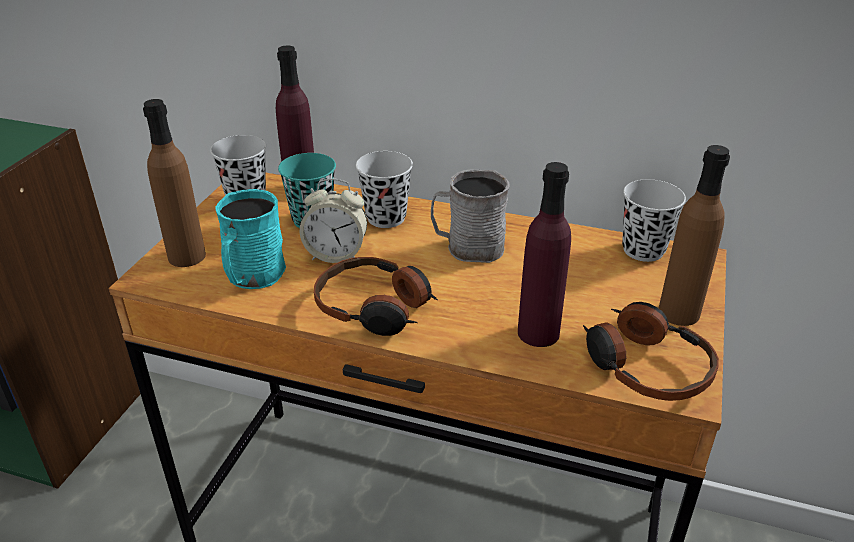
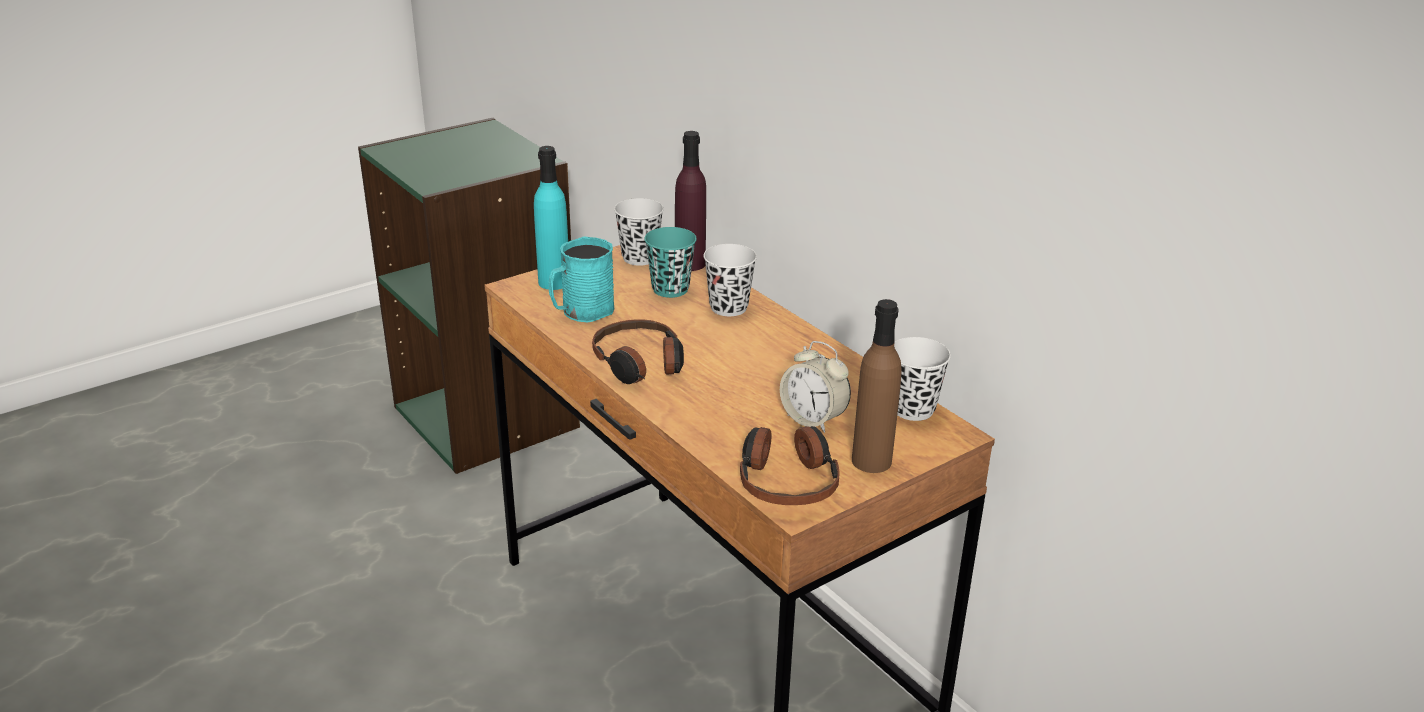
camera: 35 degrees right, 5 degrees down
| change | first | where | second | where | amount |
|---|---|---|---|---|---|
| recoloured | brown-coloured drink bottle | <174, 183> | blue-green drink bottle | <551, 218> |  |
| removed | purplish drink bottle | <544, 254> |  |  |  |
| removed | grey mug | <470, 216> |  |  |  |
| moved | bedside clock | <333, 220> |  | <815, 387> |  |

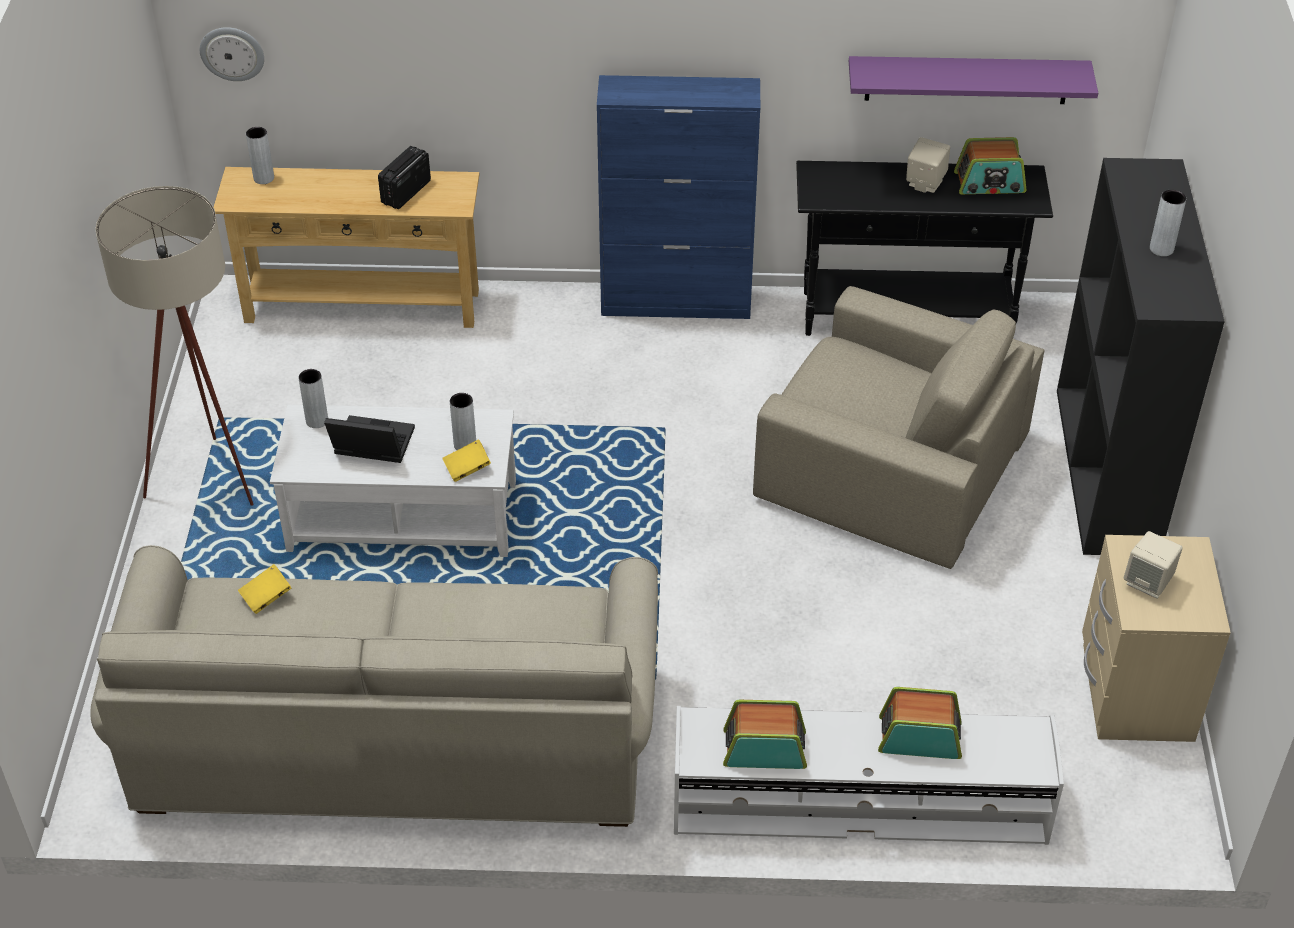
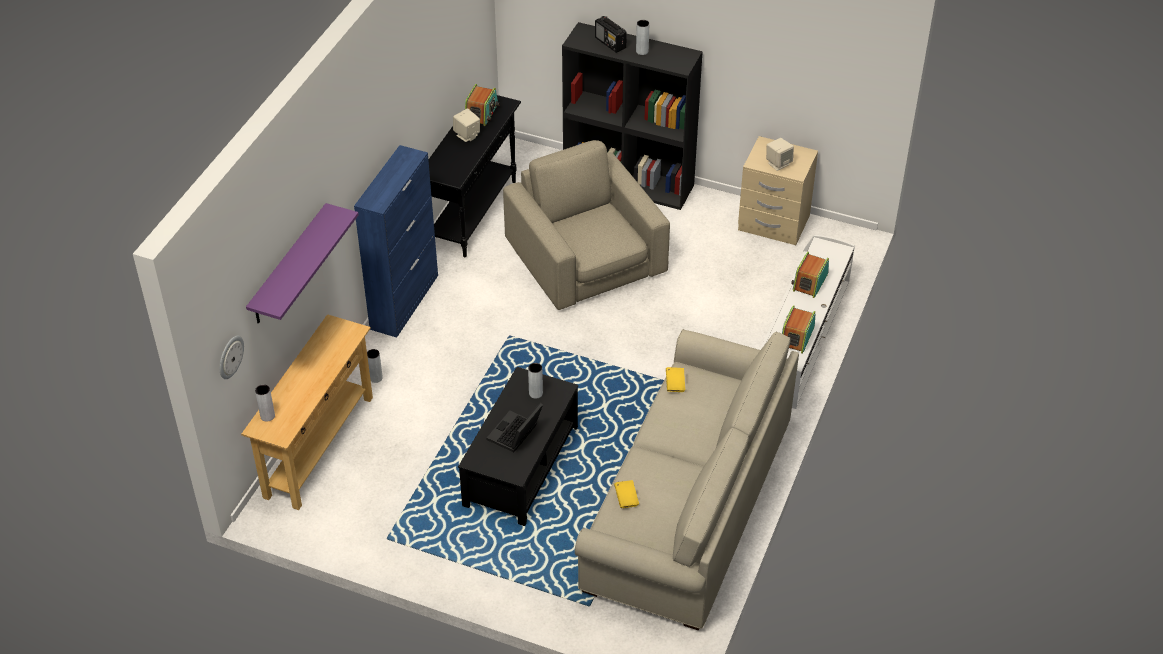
camera: 70 degrees left, 0 degrees up
| change | first | where | second | where | amount |
|---|---|---|---|---|---|
| moved | purplish shelf | <973, 80> |  | <302, 263> |  |
| moved | radio | <404, 177> |  | <611, 34> |  |
| removed | beige-coloured standard lamp | <174, 346> |  |  |  |
| turned | beige-coloured armchair | <898, 427> |  | <586, 225> | 75 degrees counterclockwise |
| moved | grey flower vase | <313, 398> |  | <375, 366> |  |
| recoloured | white-coloured low table | <393, 481> | black-coloured low table | <518, 446> |  |
| moved | yellow bound book | <467, 460> |  | <675, 379> |  |

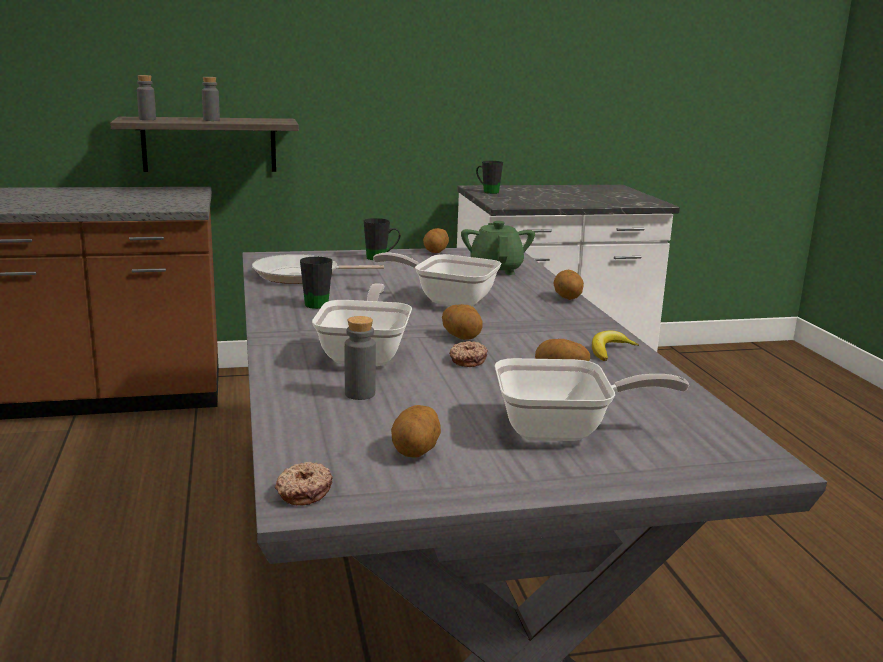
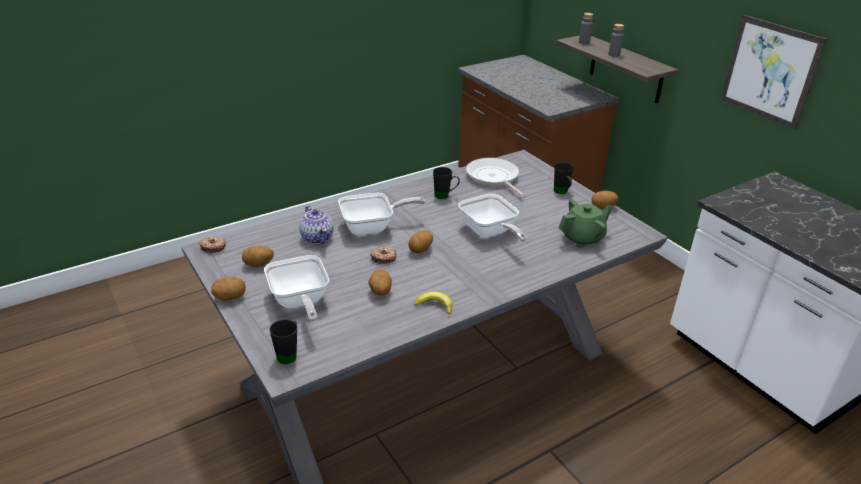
camera: 70 degrees right, 15 degrees up
| change | first | where | second | where | amount |
|---|---|---|---|---|---|
| moved | black-coloured mug | <489, 177> |  | <283, 341> |  |
| turned | pan | <437, 279> |  | <492, 217> | 150 degrees clockwise |
| moved | spud | <569, 285> |  | <228, 288> |  |
| replaced | grey drink bottle | <360, 358> | pot for tea | <316, 225> |  |
| added |  |  | picture | <773, 72> |  |

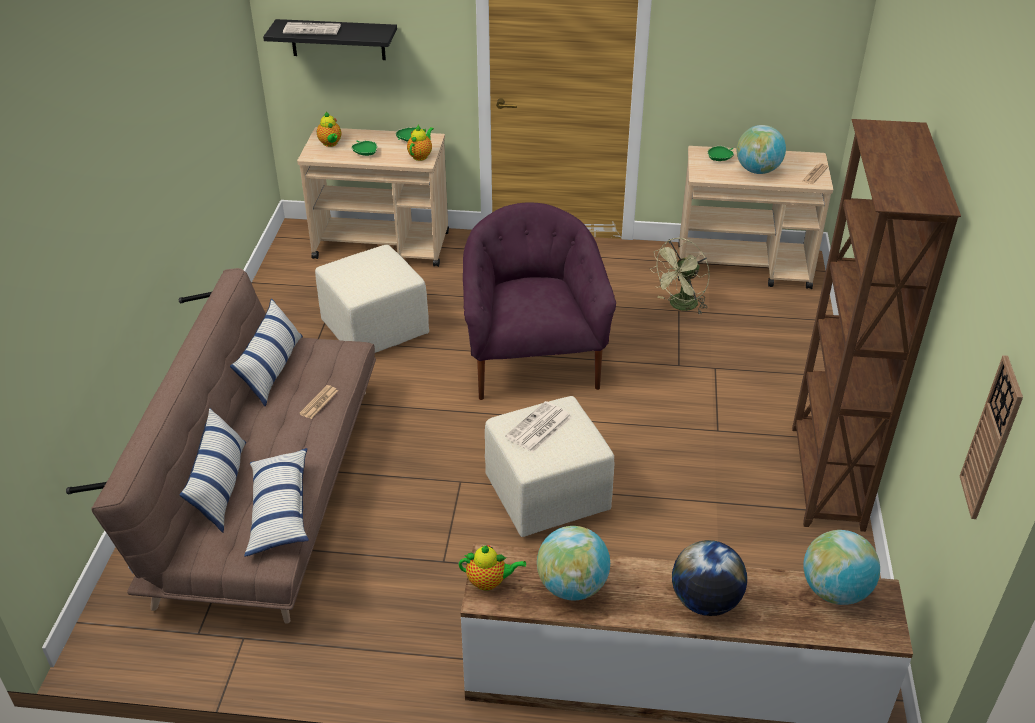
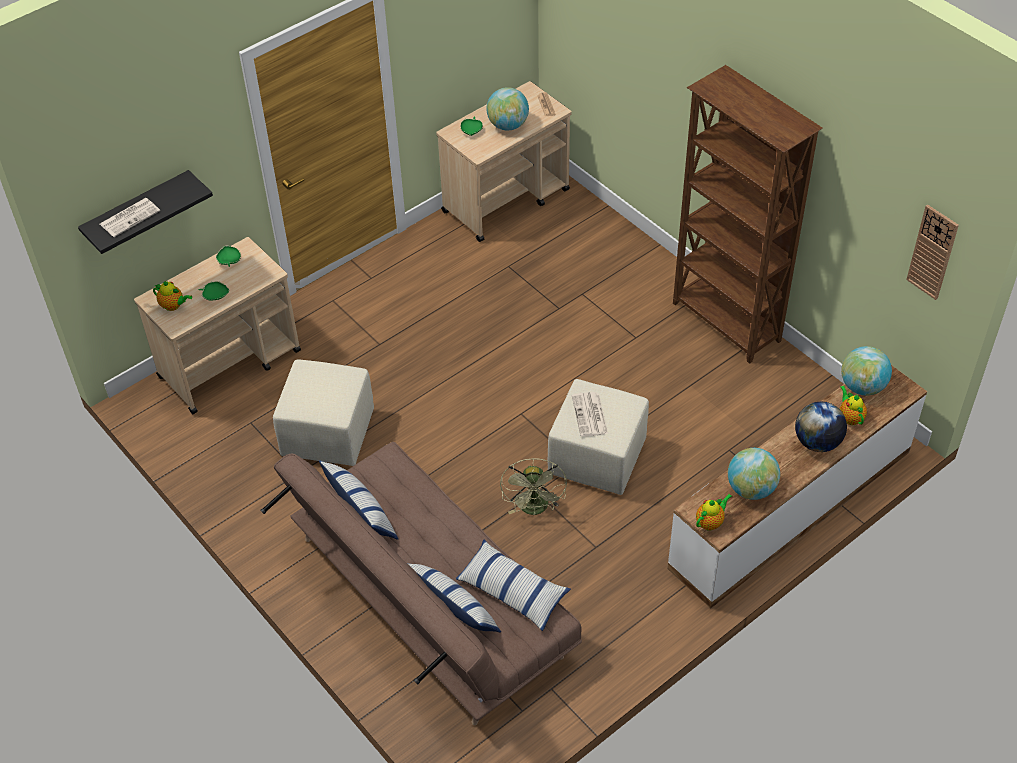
camera: 45 degrees left, 10 degrees up
| change | first | where | second | where | amount |
|---|---|---|---|---|---|
| moved | pot for tea | <420, 143> |  | <853, 405> |  |
| removed | purplish armchair | <539, 301> |  |  |  |
| moved | green electric fan | <680, 276> |  | <533, 487> |  |
| removed | newspaper | <318, 402> |  |  |  |

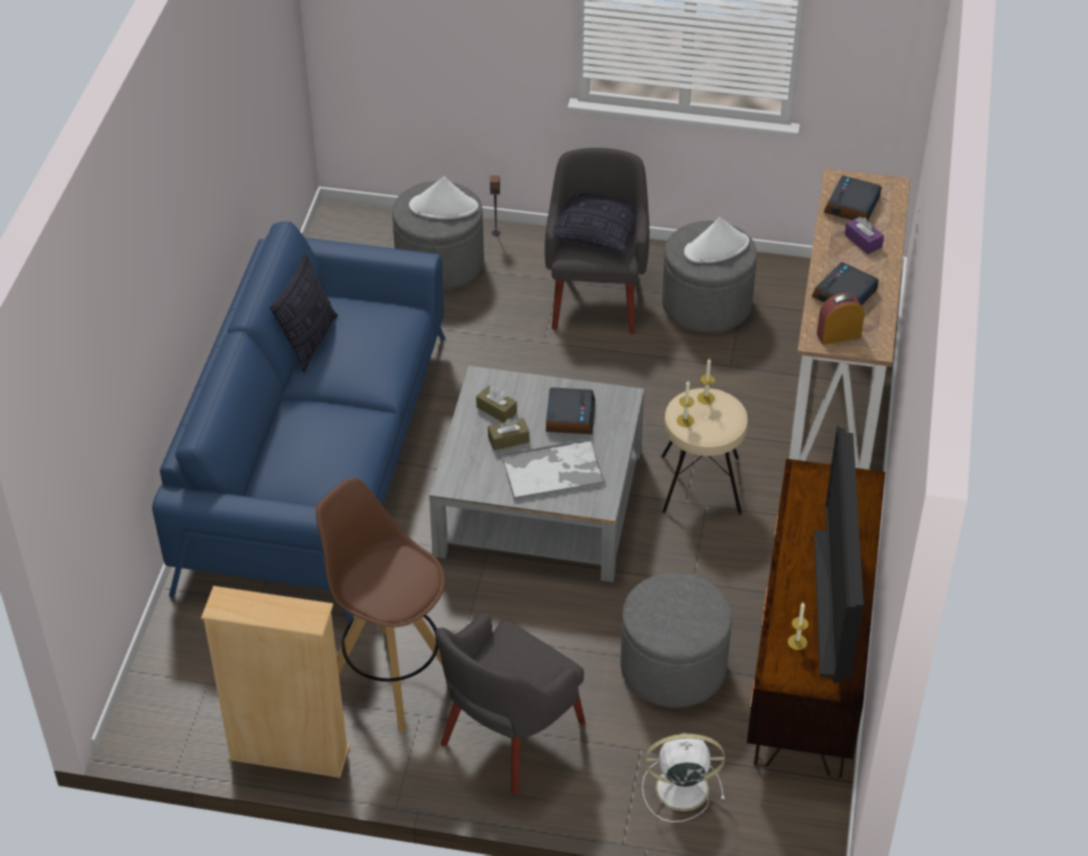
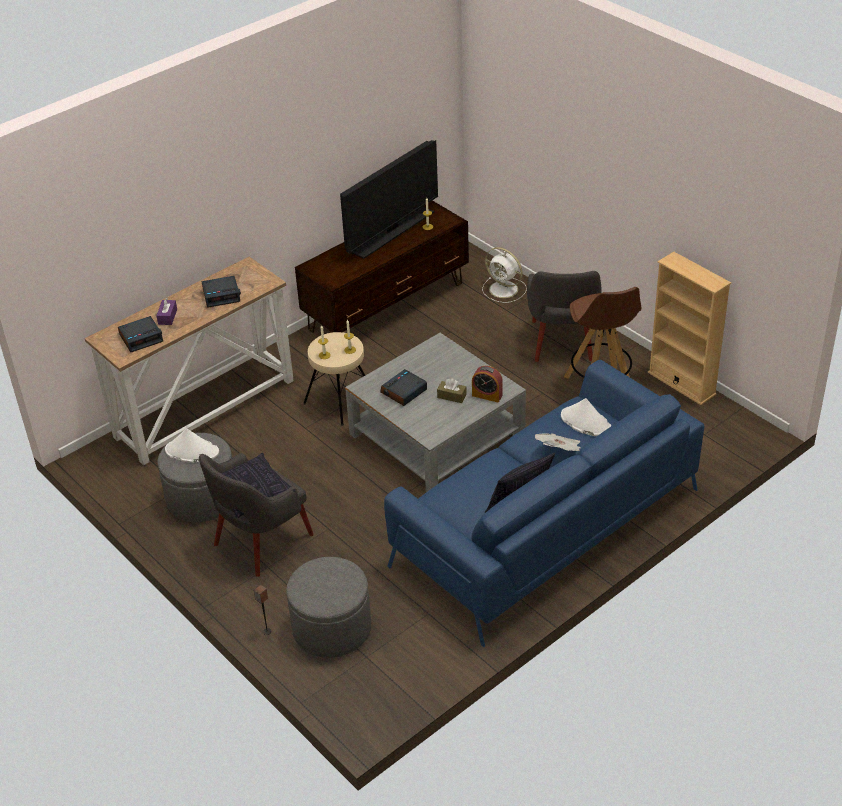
camera: 140 degrees left, 5 degrees down
| change | first | where | second | where | amount |
|---|---|---|---|---|---|
| moved | white-coloured hat | <443, 197> |  | <586, 417> |  |
| moved | bedside clock | <840, 319> |  | <487, 384> |  |
| removed | brown-coloured tissue holder | <496, 404> |  |  |  |
| removed | carrying tray | <553, 469> |  |  |  |
| removed | grey ottoman | <676, 640> |  |  |  |
| turned | grey armchair | <510, 704> |  | <564, 316> | 105 degrees clockwise |
| added |  |  | newspaper | <558, 442> |  |

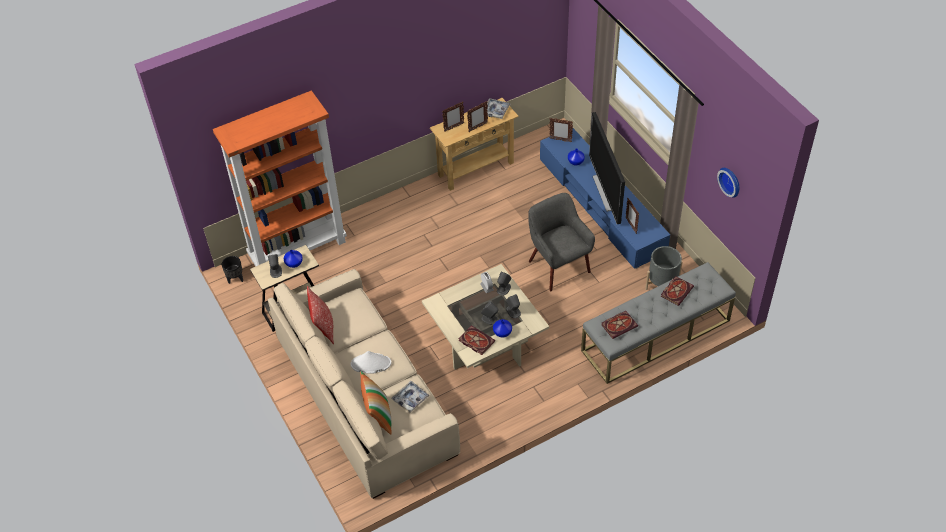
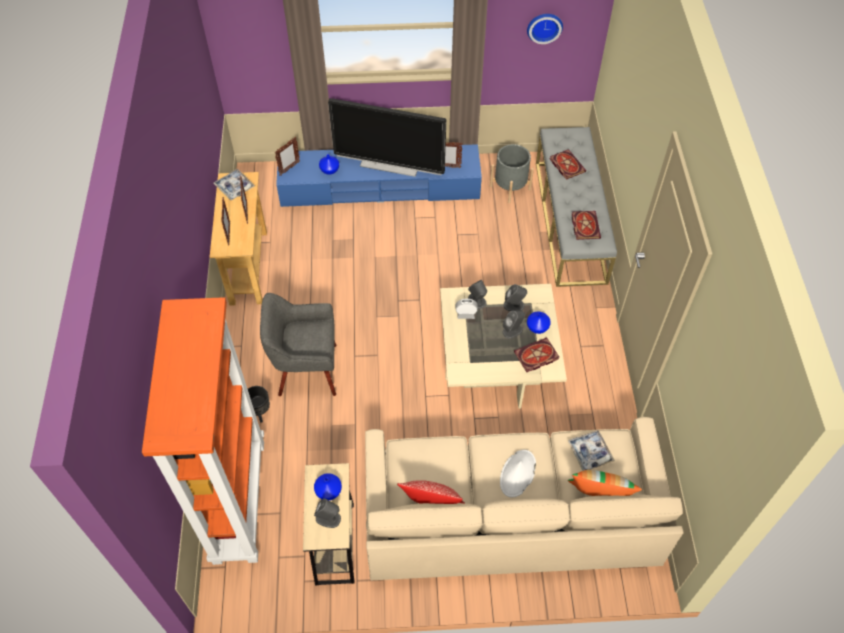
camera: 65 degrees left, 5 degrees up
| change | first | where | second | where | amount |
|---|---|---|---|---|---|
| moved | grey armchair | <561, 242> |  | <298, 344> |  |
| moved | black-coloured plant pot | <232, 270> |  | <259, 404> |  |

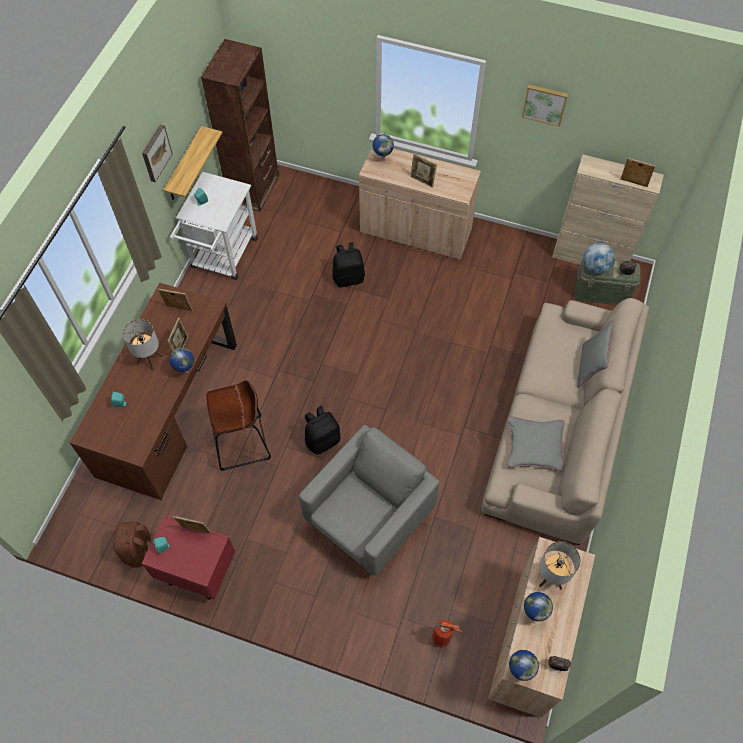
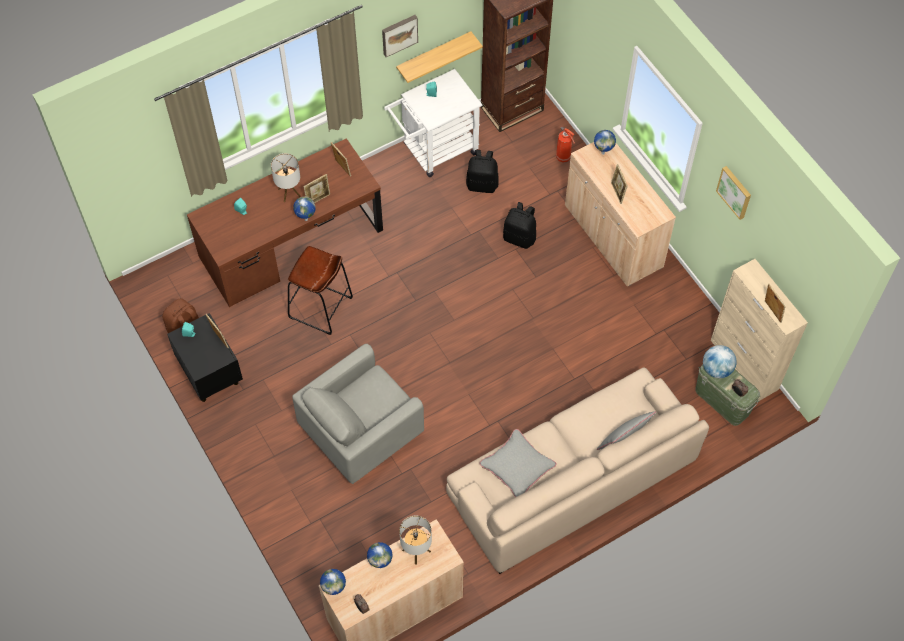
camera: 40 degrees right, 0 degrees up
| change | first | where | second | where | amount |
|---|---|---|---|---|---|
| moved | black-coloured backpack | <323, 430> |  | <482, 171> |  |
| turned | grey armchair | <369, 500> |  | <358, 414> | 150 degrees clockwise |
| recoloured | reddish bedside table | <188, 557> | black-coloured bedside table | <205, 357> |  |
| moved | fire-fighting cylinder | <447, 634> |  | <565, 144> |  |

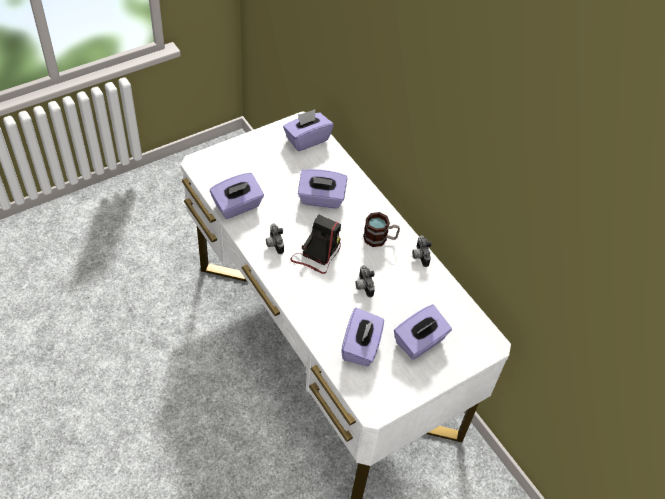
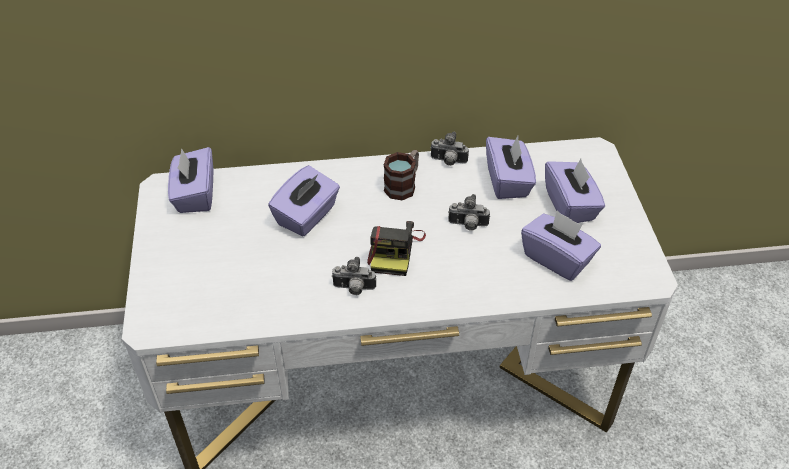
camera: 60 degrees left, 5 degrees down
| change | first | where | second | where | amount |
|---|---|---|---|---|---|
| moved | purplish tissue holder | <237, 196> |  | <511, 167> |  |
| turned | still camera | <316, 244> |  | <396, 248> | 135 degrees counterclockwise |

